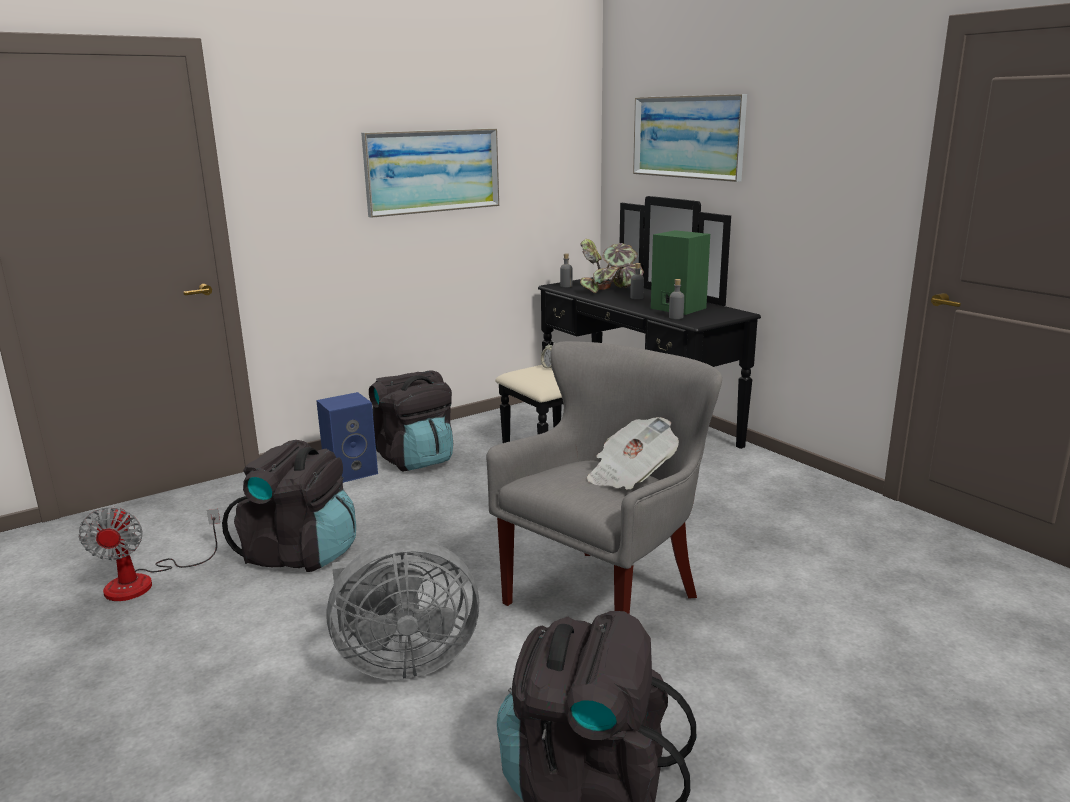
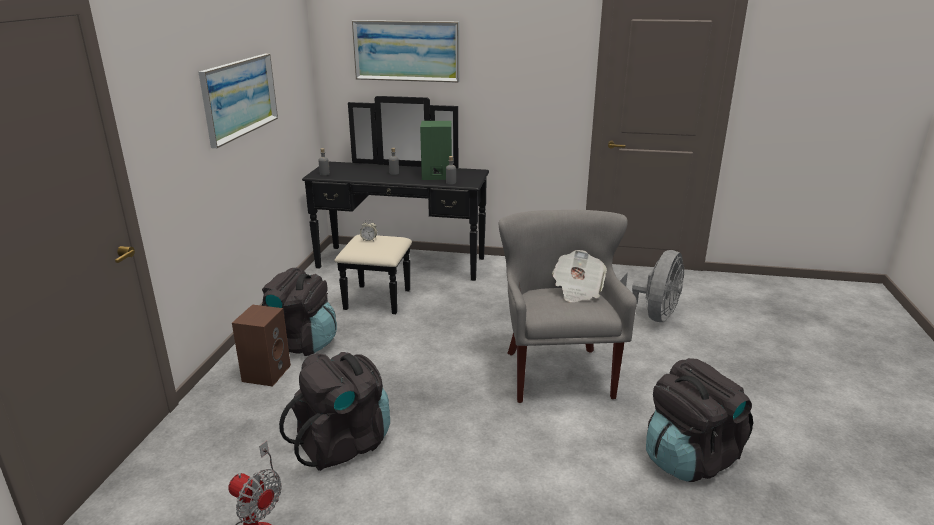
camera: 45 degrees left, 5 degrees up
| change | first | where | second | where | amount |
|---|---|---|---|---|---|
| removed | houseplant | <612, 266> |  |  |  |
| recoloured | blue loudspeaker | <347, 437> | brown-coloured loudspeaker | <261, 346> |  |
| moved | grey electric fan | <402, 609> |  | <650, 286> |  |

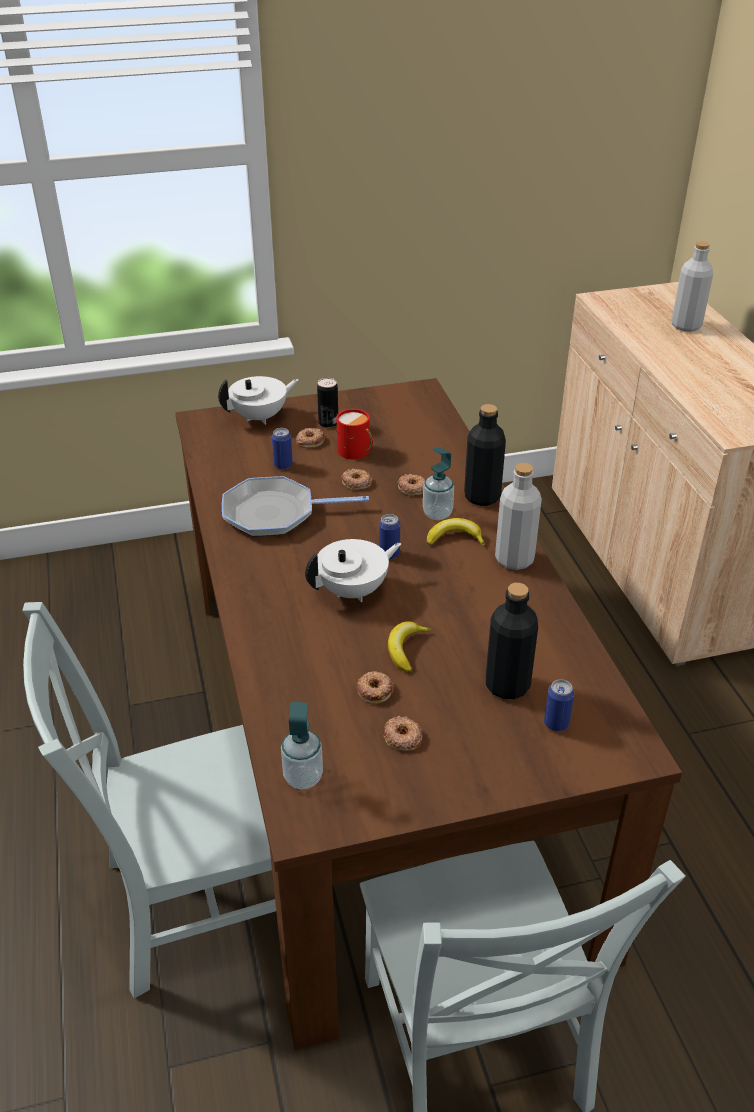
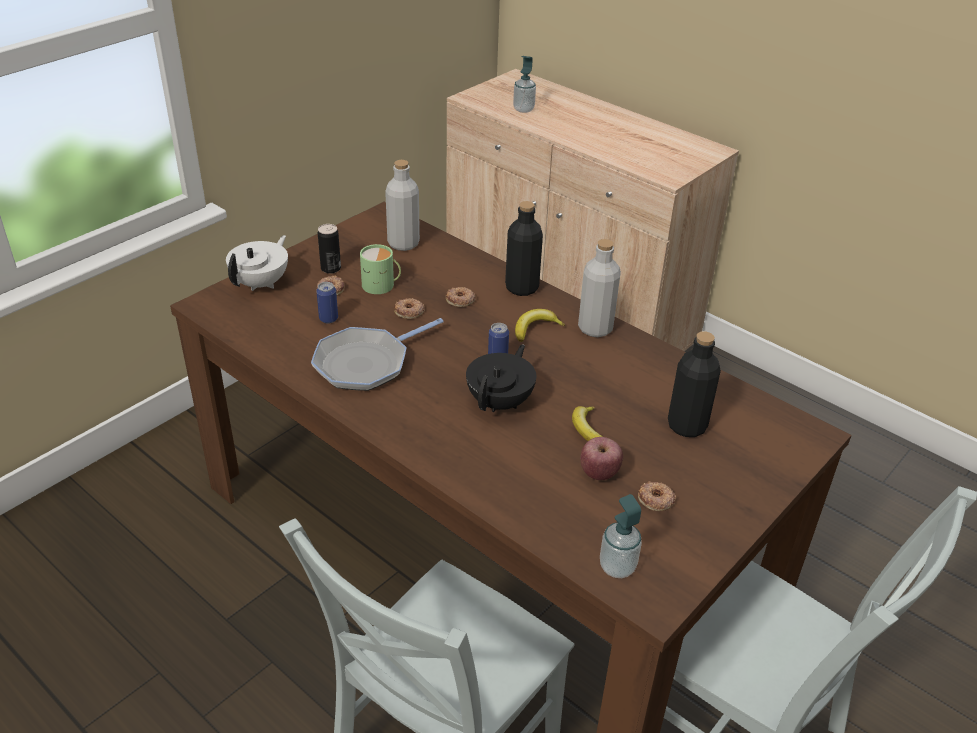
camera: 35 degrees left, 0 degrees up
| change | first | where | second | where | amount |
|---|---|---|---|---|---|
| moved | grey drink bottle | <692, 286> |  | <402, 205> |  |
| recoloured | reddish mug | <354, 434> | green mug | <380, 269> |  |
| moved | soap bottle | <438, 483> |  | <524, 84> |  |
| recoloured | white-coloured pot for tea | <353, 570> | black-coloured pot for tea | <501, 378> |  |
| replaced | doughnut | <375, 687> | apple | <601, 458> |  |
| removed | can | <559, 705> |  |  |  |

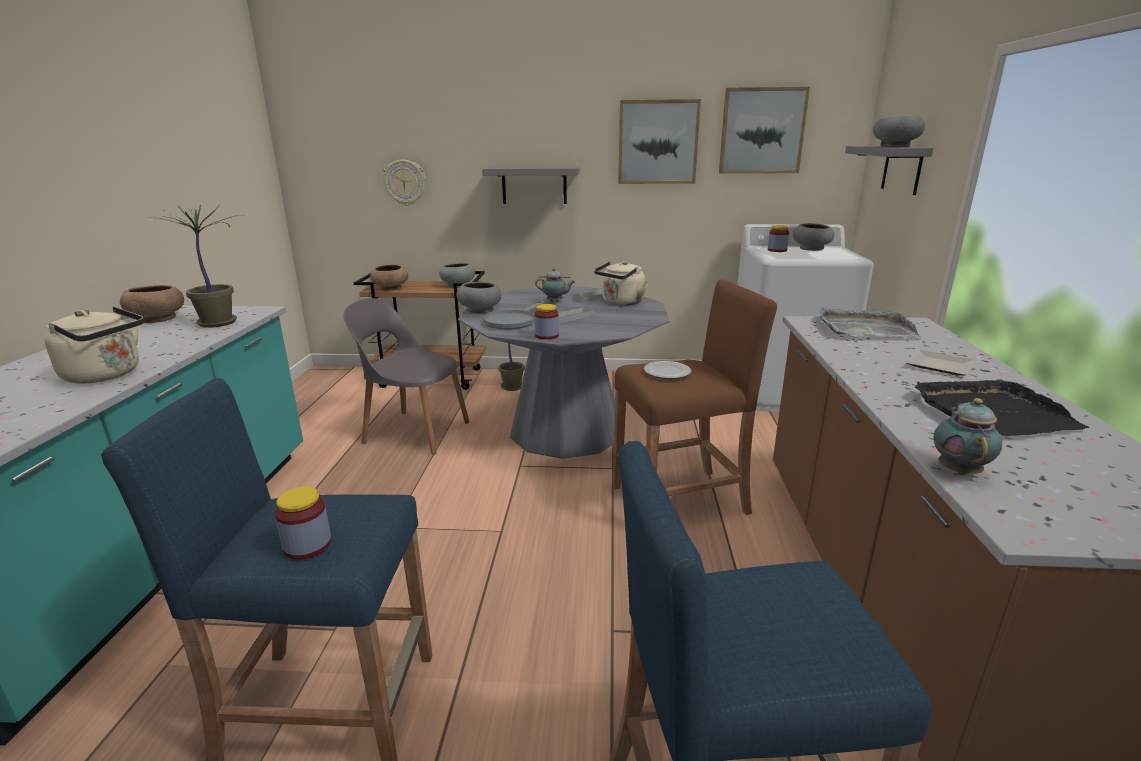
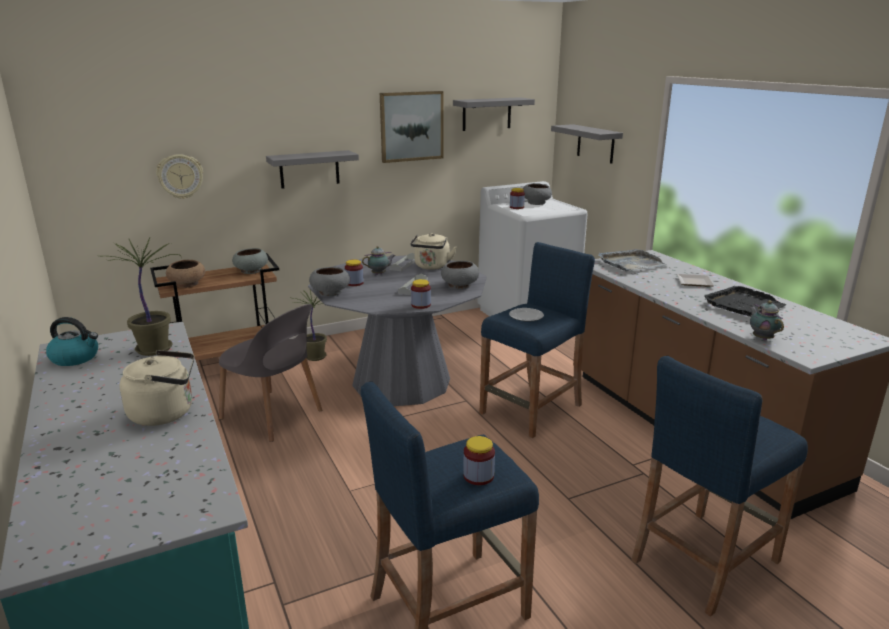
camera: 30 degrees left, 0 degrees up
| change | first | where | second | where | amount |
|---|---|---|---|---|---|
| replaced | picture | <764, 130> | grey shelf | <494, 114> |  |
| moved | grey serving bowl | <899, 131> |  | <460, 275> |  |
| recoloured | brown-coloured sitting stool | <695, 397> | blue sitting stool | <537, 340> |  |
| replaced | brown-coloured serving bowl | <152, 304> | kettle | <72, 341> |  |
| turned | grey chair | <406, 376> |  | <270, 373> | 135 degrees counterclockwise |
| removed | grey pan | <513, 315> |  |  |  |
| added |  |  | jar | <354, 273> |  |

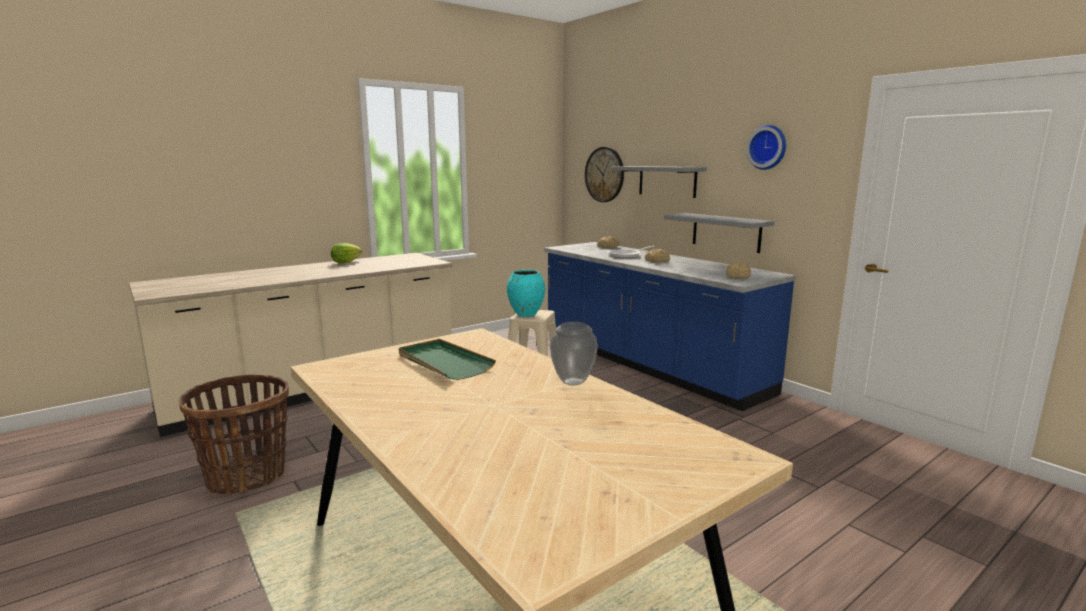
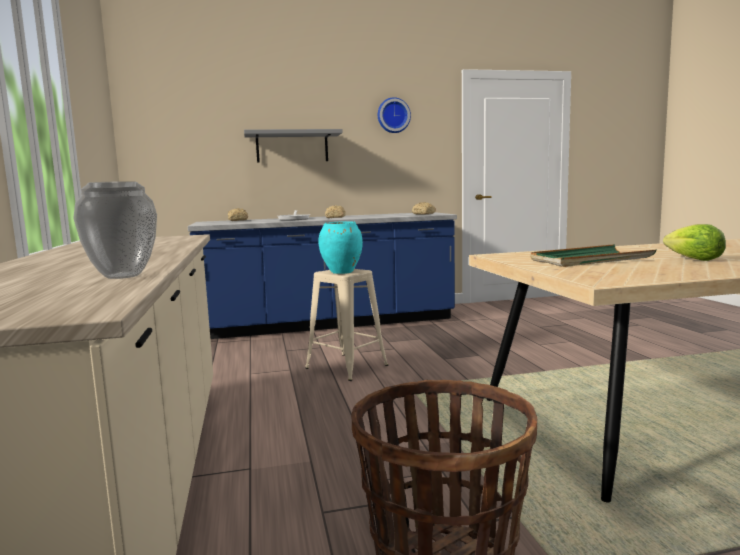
camera: 65 degrees left, 5 degrees down
| change | first | where | second | where | amount |
|---|---|---|---|---|---|
| removed | wall clock | <604, 174> |  |  |  |
| removed | grey shelf | <719, 233> |  |  |  |
| moved | head of lettuce | <346, 253> |  | <694, 242> |  |
| moved | flower vase | <574, 354> |  | <115, 230> |  |

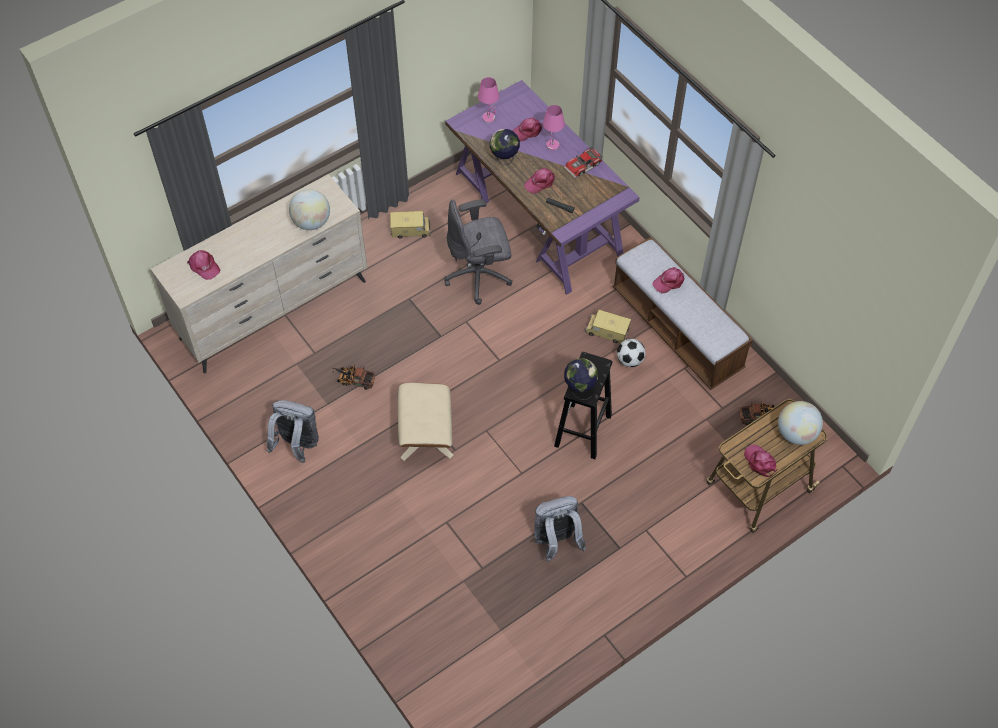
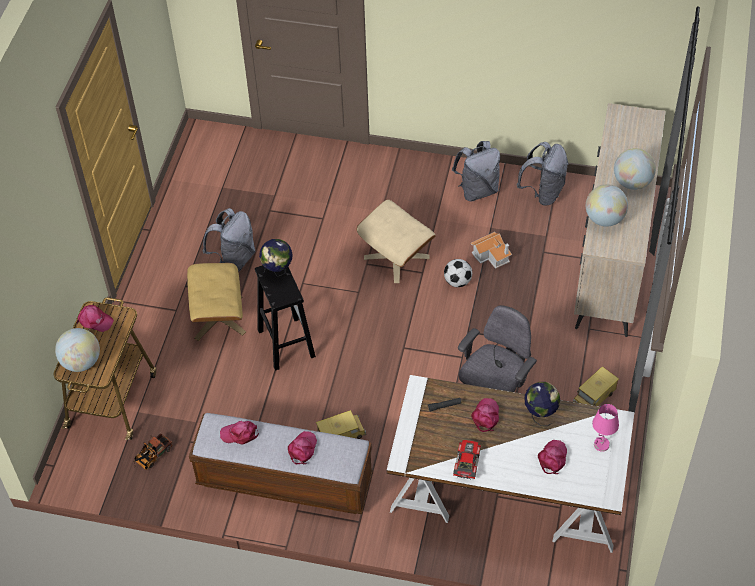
camera: 140 degrees right, 5 degrees down
| change | first | where | second | where | amount |
|---|---|---|---|---|---|
| recoloured | purplish desk unit | <542, 187> | white-coloured desk unit | <511, 464> |  |
| removed | pinkish lamp for a table | <554, 128> |  |  |  |
| moved | pinkish baseball cap | <203, 265> |  | <239, 432> |  |
| moved | football ball | <631, 353> |  | <458, 273> |  |
| replaced | model truck | <354, 377> | model house | <491, 250> |  |
| added |  |  | grey backpack | <542, 174> |  |
| added |  |  | world globe | <635, 169> |  |
| added |  |  | beige-coloured ottoman | <216, 302> |  |

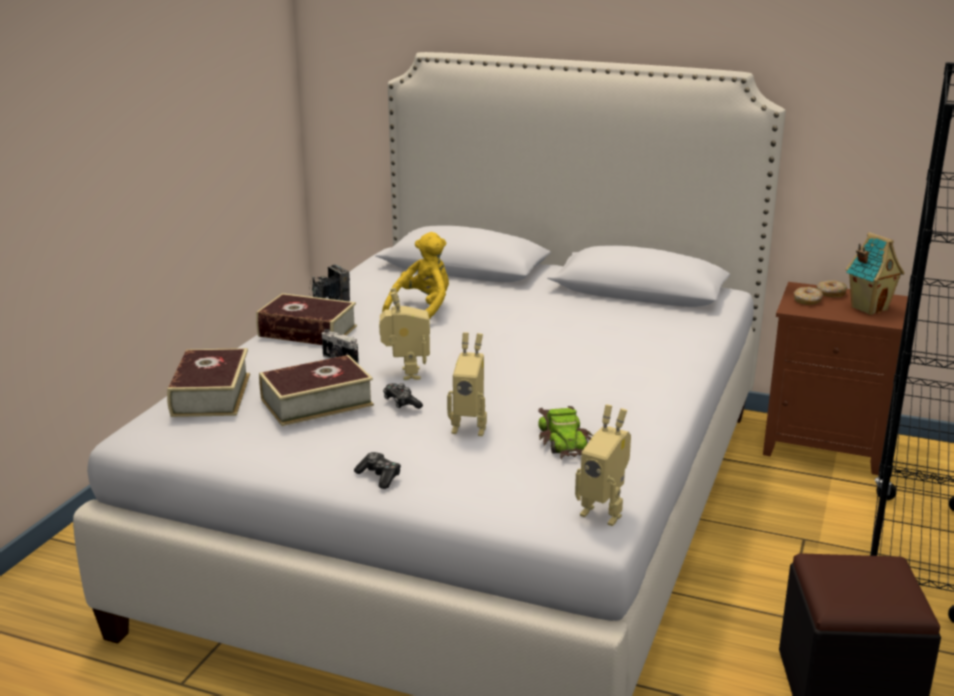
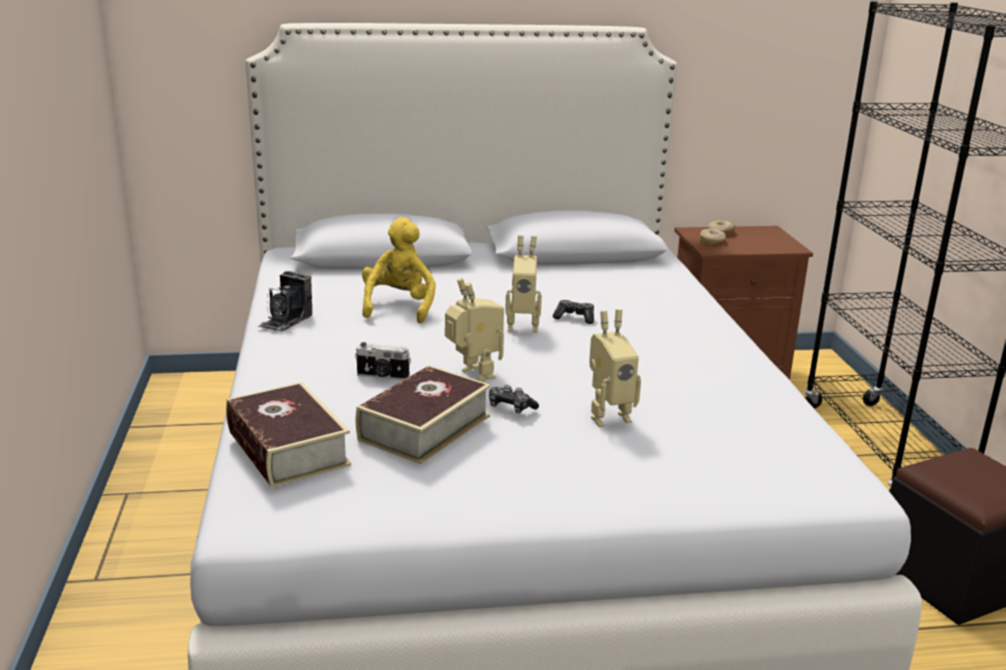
camera: 30 degrees left, 0 degrees up
| change | first | where | second | where | amount |
|---|---|---|---|---|---|
| removed | model house | <875, 273> |  |  |  |
| removed | bound book | <306, 319> |  |  |  |
| moved | toy robot | <603, 465> |  | <523, 284> |  |
| removed | toy car | <565, 433> |  |  |  |
| moved | joypad | <377, 470> |  | <573, 312> |  |

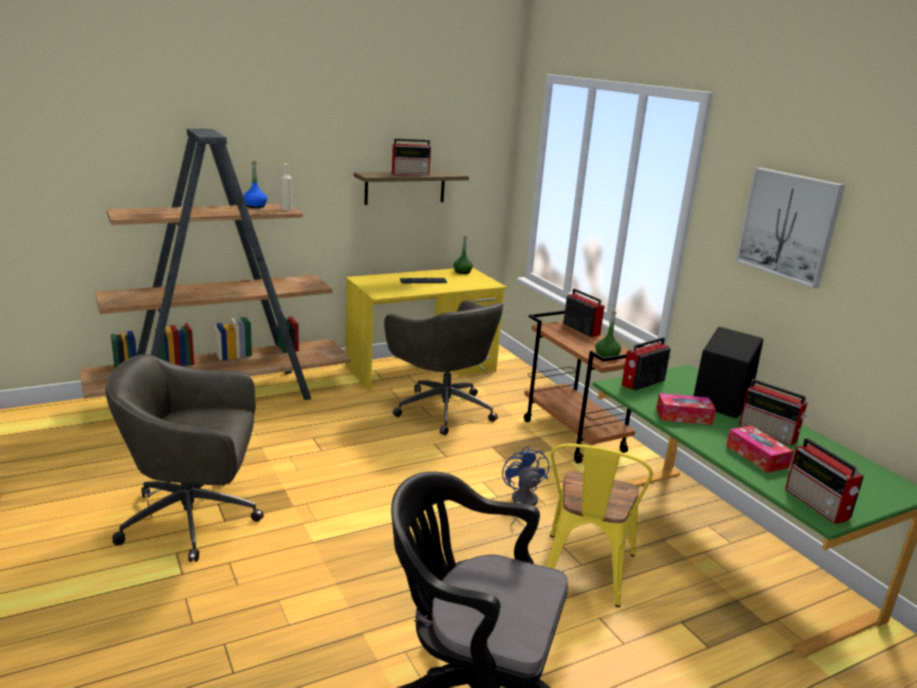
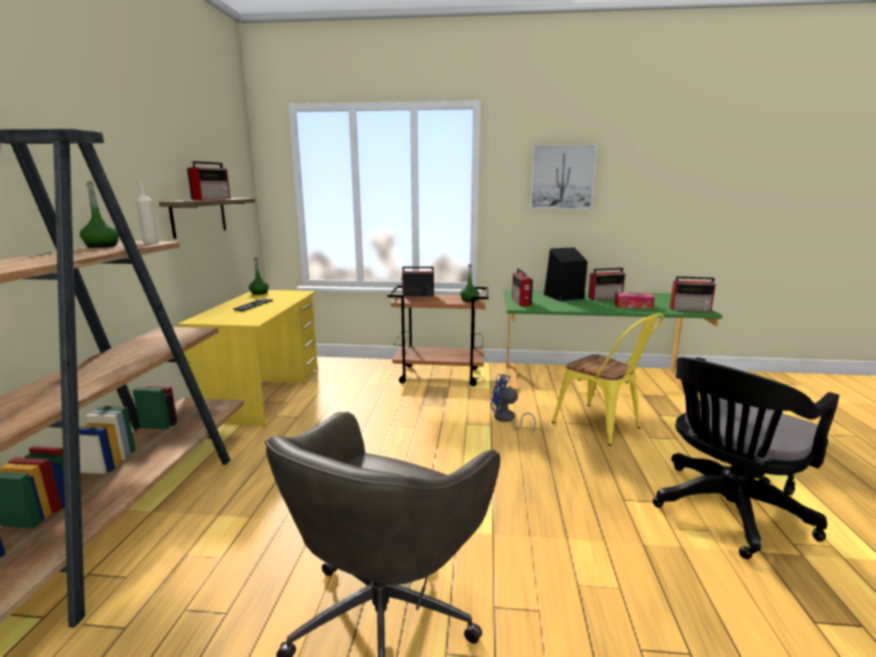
camera: 55 degrees left, 5 degrees down
| change | first | where | second | where | amount |
|---|---|---|---|---|---|
| recoloured | blue drink bottle | <255, 184> | green drink bottle | <99, 214> |  |
| removed | grey office chair | <444, 367> |  |  |  |
| removed | tissue holder | <686, 409> |  |  |  |

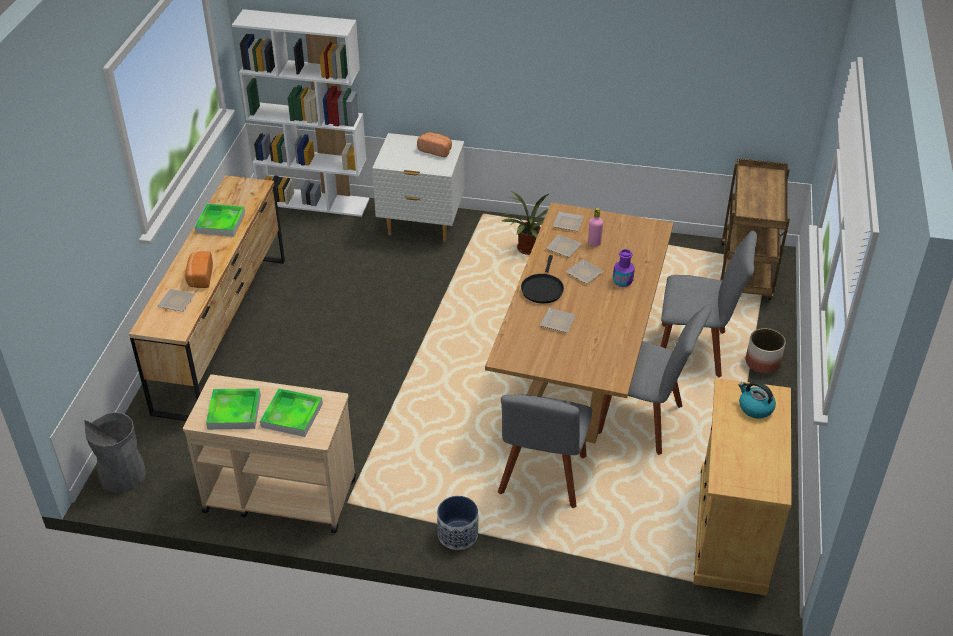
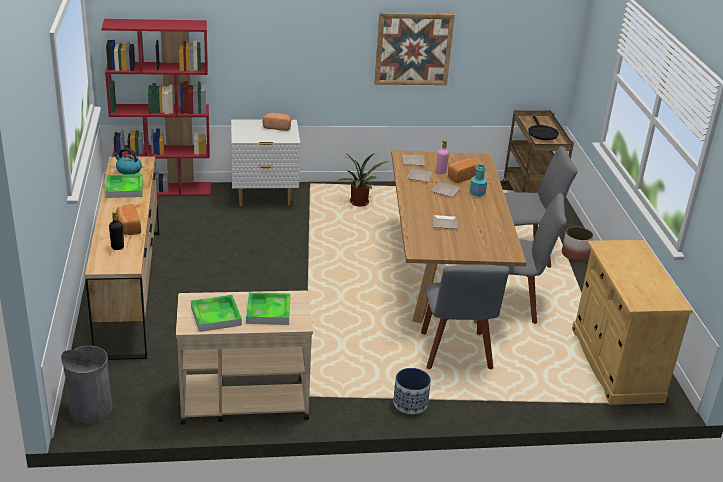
camera: 20 degrees left, 10 degrees down
| change | first | where | second | where | amount |
|---|---|---|---|---|---|
| recoloured | white-coloured bookshelf | <300, 113> | reddish bookshelf | <156, 107> |  |
| recoloured | purplish drink bottle | <624, 268> | blue-green drink bottle | <478, 180> |  |
| moved | black-coloured pan | <542, 279> |  | <543, 128> |  |
| replaced | flat dish | <176, 300> | black-coloured drink bottle | <116, 230> |  |
| moved | kettle | <757, 400> |  | <128, 161> |  |
| added |  |  | picture | <414, 49> |  |
| added |  |  | baked bread | <464, 171> |  |

